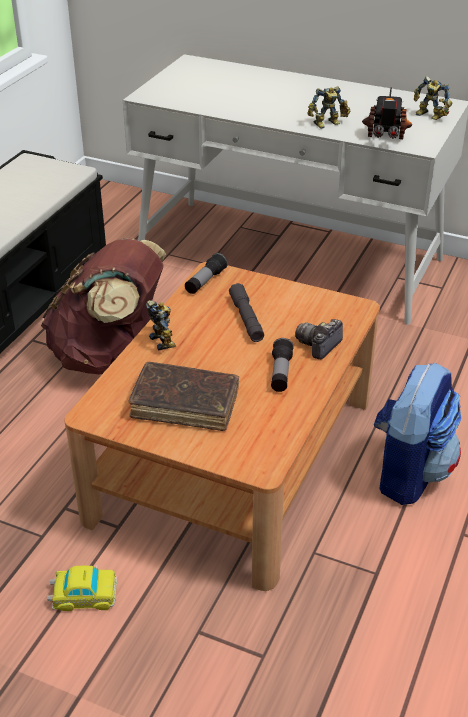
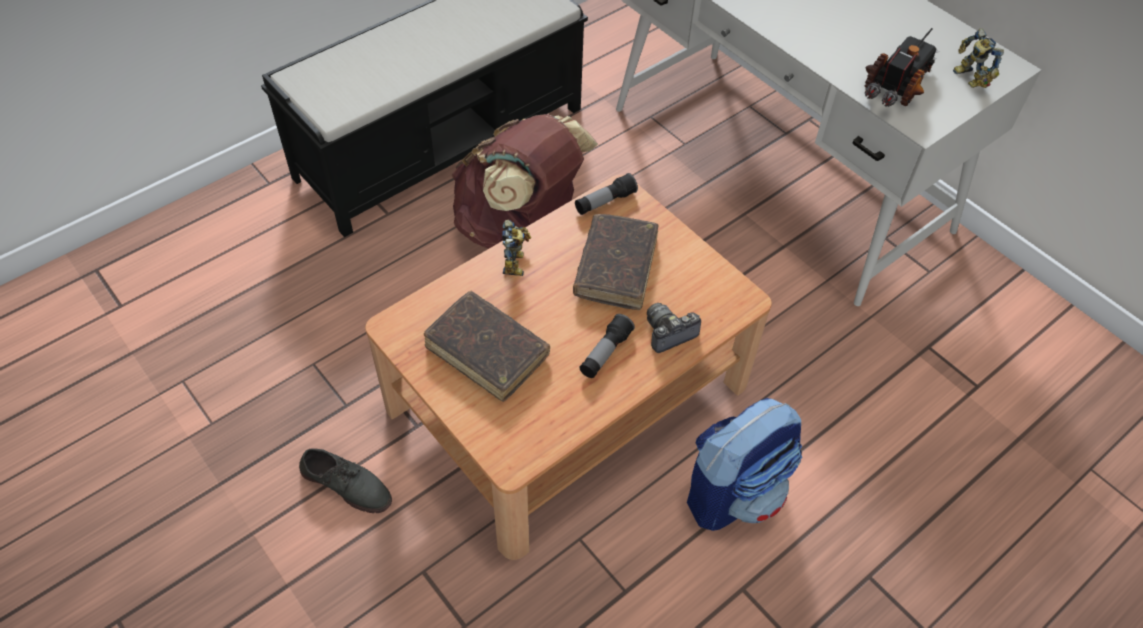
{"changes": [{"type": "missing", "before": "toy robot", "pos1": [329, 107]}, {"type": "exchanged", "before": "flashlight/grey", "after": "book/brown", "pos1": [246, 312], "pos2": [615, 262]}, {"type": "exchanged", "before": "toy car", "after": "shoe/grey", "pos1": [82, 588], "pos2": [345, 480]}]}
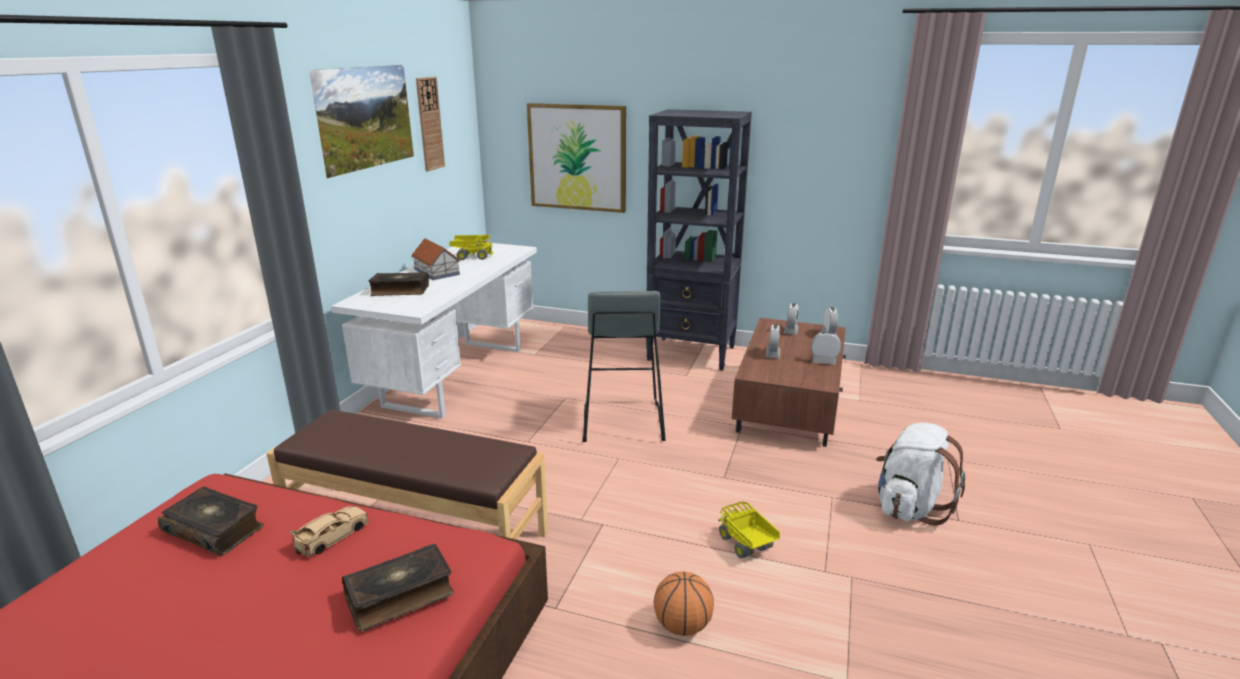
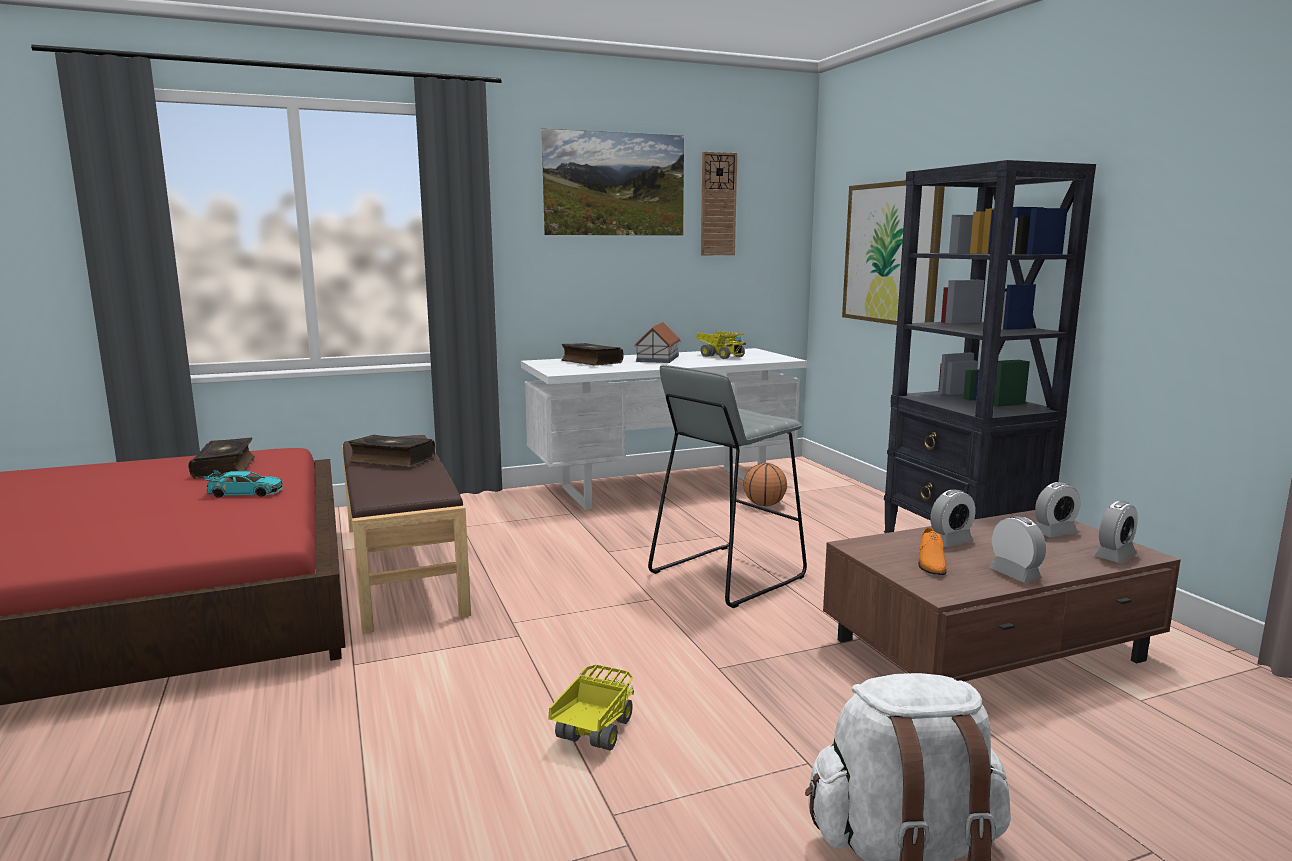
{"changes": [{"type": "colour", "before": "toy car/beige", "after": "toy car/turquoise", "pos1": [329, 531], "pos2": [243, 484]}, {"type": "relocated", "before": "book", "pos1": [398, 588], "pos2": [391, 451]}, {"type": "relocated", "before": "basketball", "pos1": [684, 603], "pos2": [765, 484]}, {"type": "appeared", "after": "shoe/orange", "pos2": [932, 551]}]}
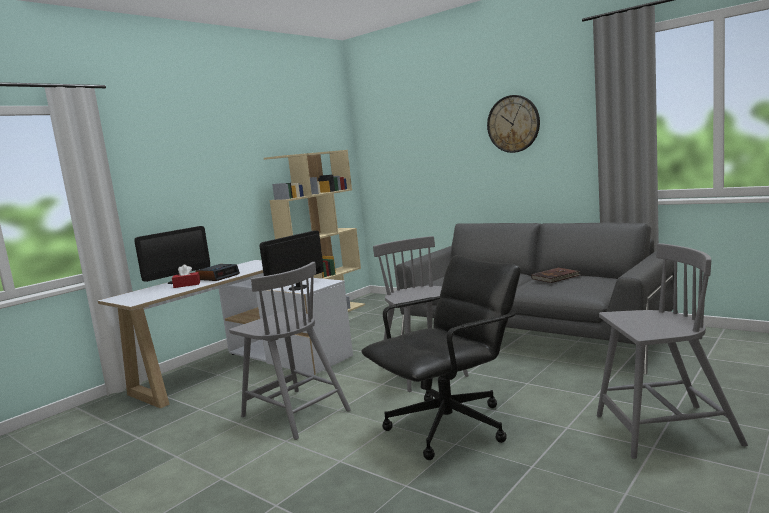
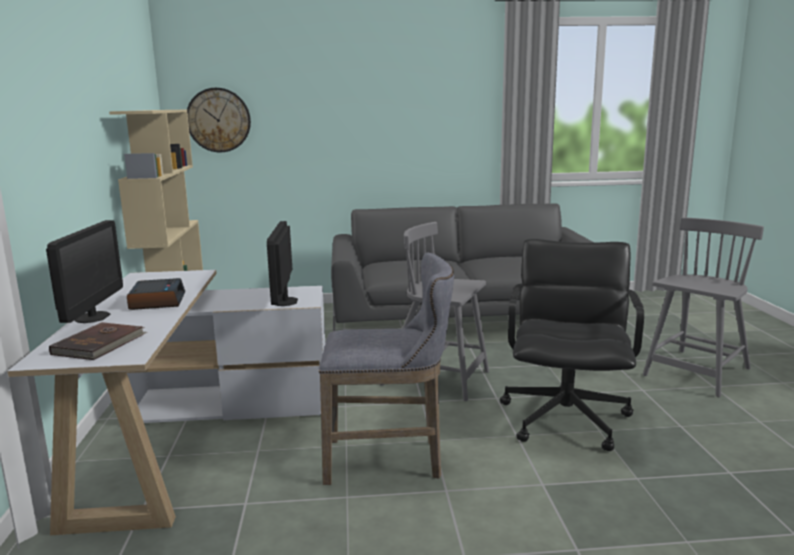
{"changes": [{"type": "relocated", "before": "wall clock", "pos1": [513, 124], "pos2": [219, 120]}, {"type": "exchanged", "before": "chair/grey", "after": "stool/grey", "pos1": [290, 351], "pos2": [386, 369]}, {"type": "missing", "before": "tissue box/red", "pos1": [186, 276]}, {"type": "relocated", "before": "book/brown", "pos1": [556, 275], "pos2": [98, 341]}]}
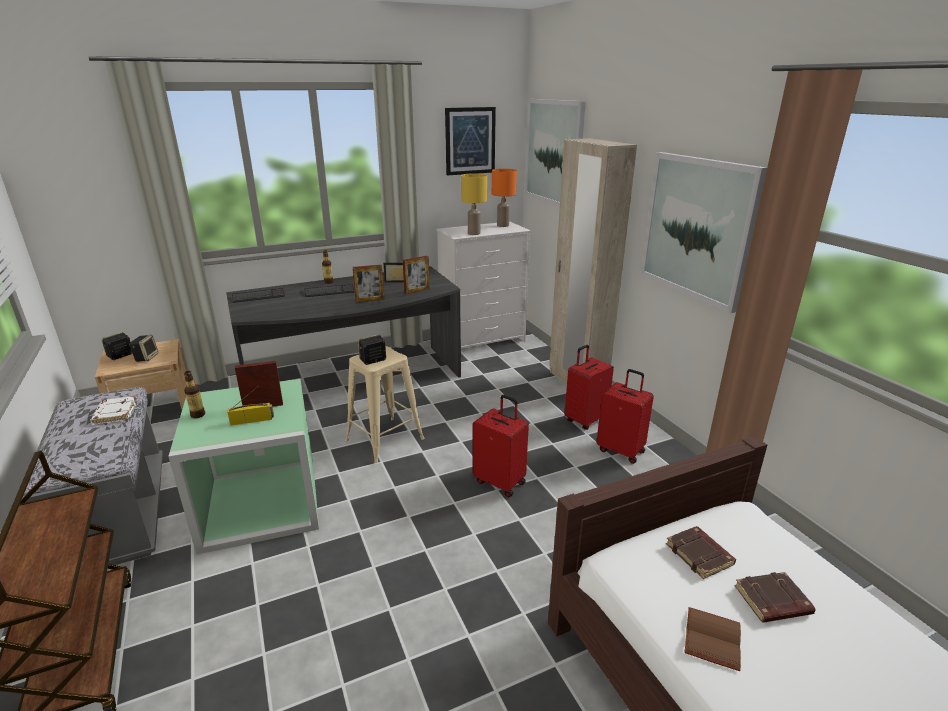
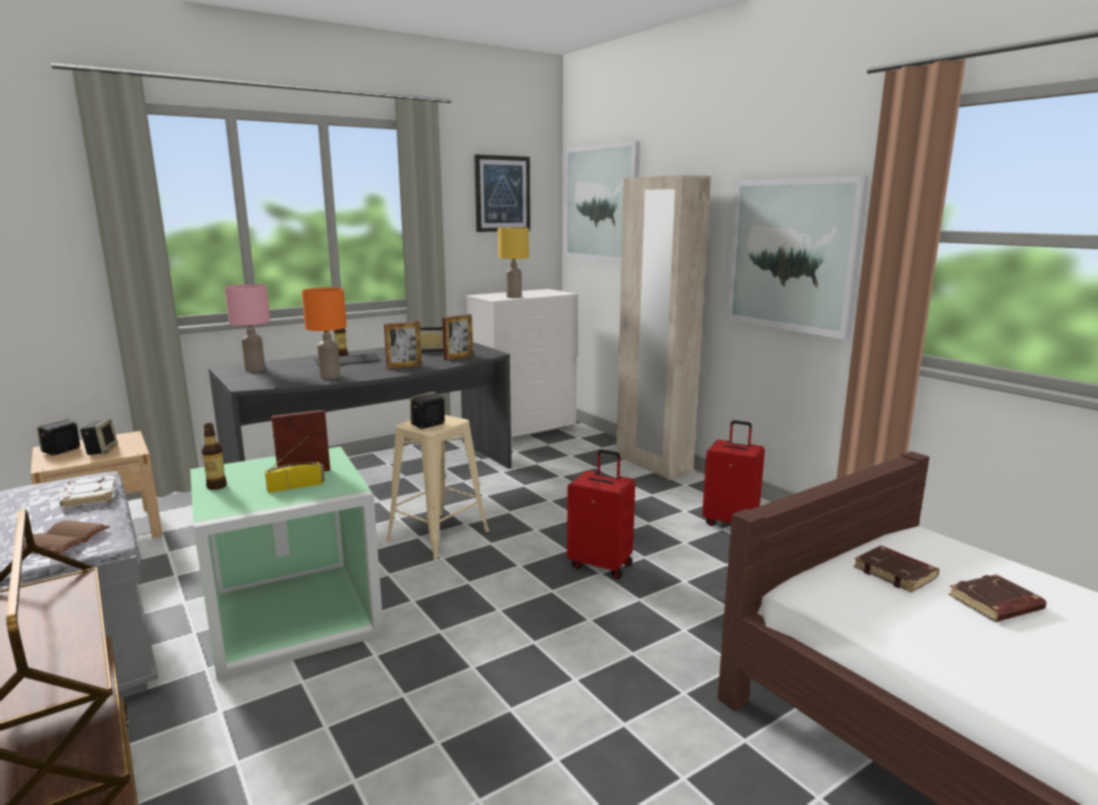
{"changes": [{"type": "relocated", "before": "table lamp/orange", "pos1": [504, 198], "pos2": [324, 333]}, {"type": "exchanged", "before": "keyboard", "after": "table lamp/pink", "pos1": [258, 295], "pos2": [247, 328]}, {"type": "missing", "before": "suitcase/red", "pos1": [589, 387]}, {"type": "relocated", "before": "book/brown", "pos1": [713, 639], "pos2": [66, 536]}]}
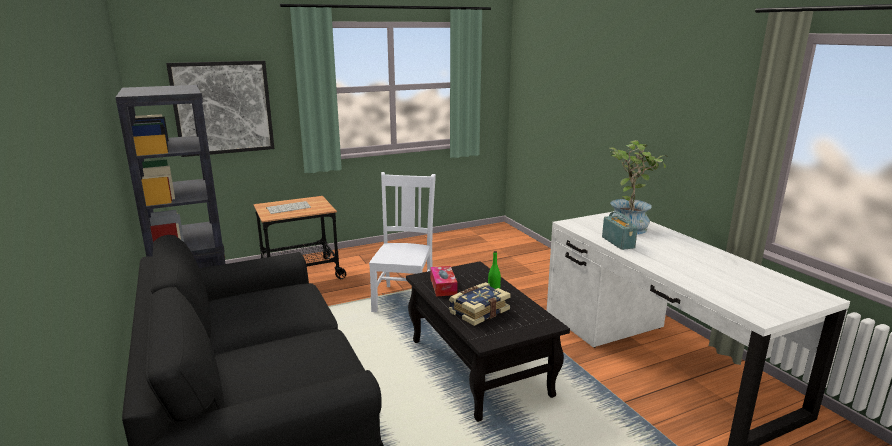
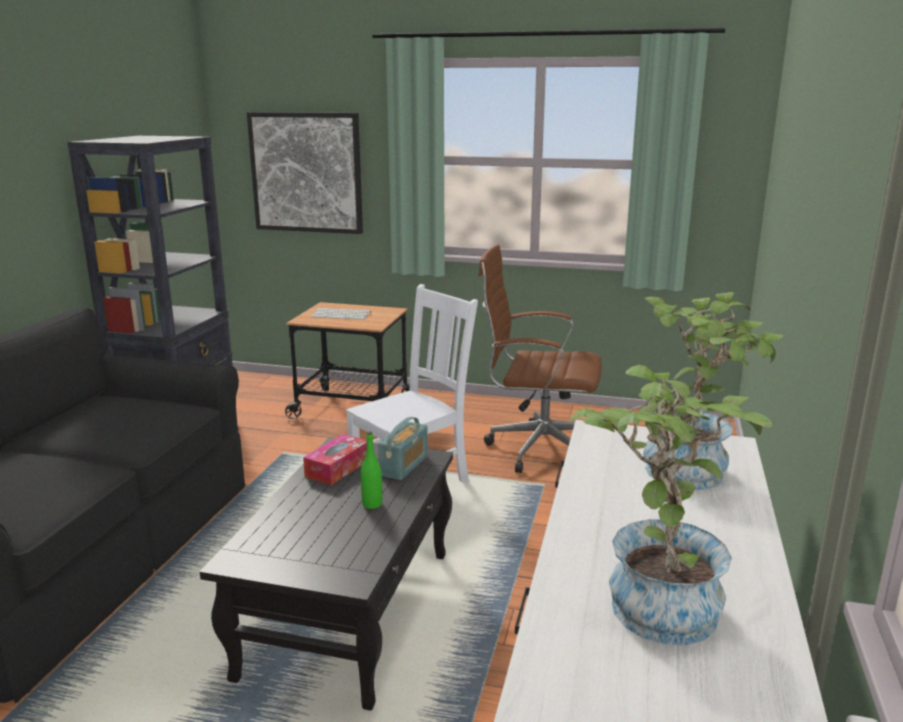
{"changes": [{"type": "relocated", "before": "radio", "pos1": [620, 231], "pos2": [403, 448]}, {"type": "missing", "before": "book", "pos1": [480, 304]}, {"type": "appeared", "after": "office chair/brown", "pos2": [539, 358]}, {"type": "appeared", "after": "potted plant", "pos2": [670, 505]}]}
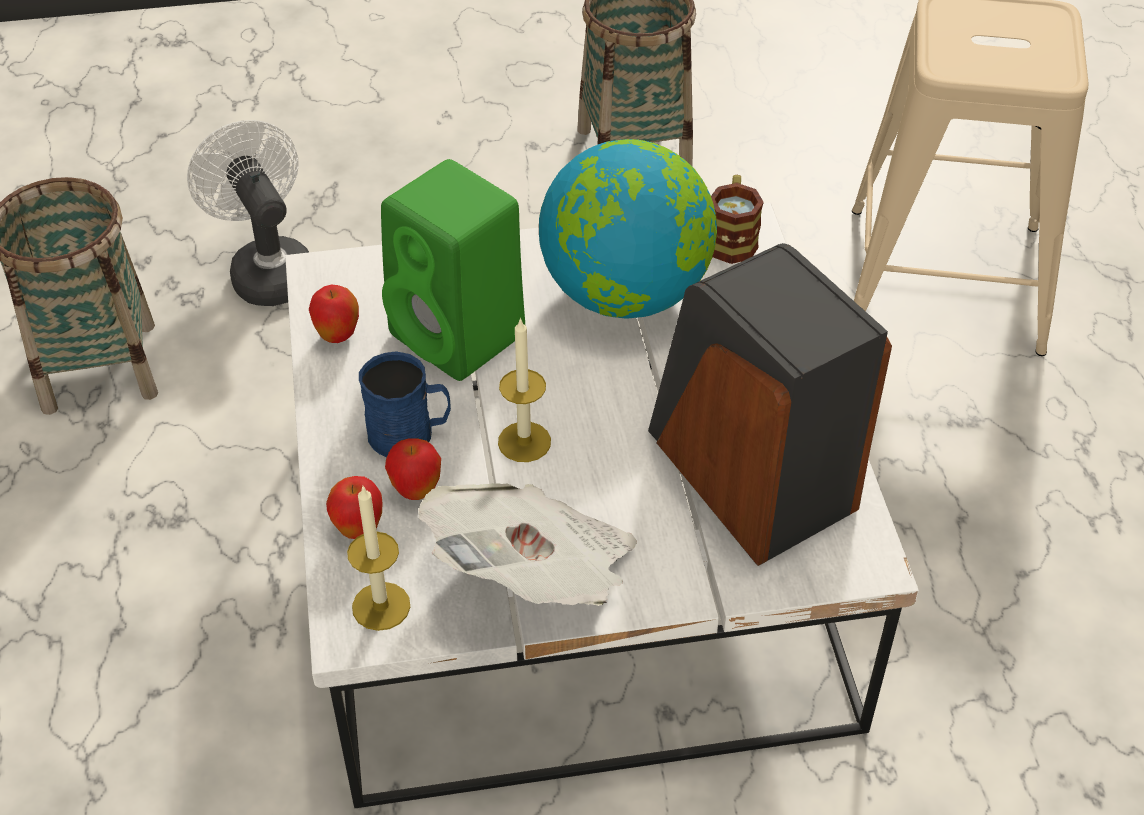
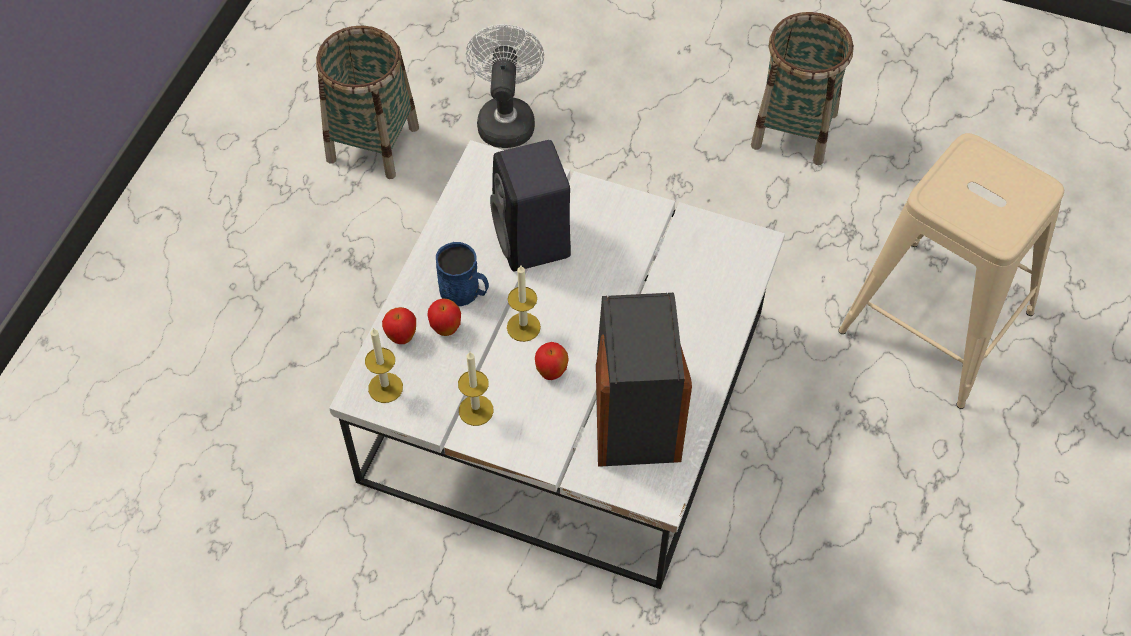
{"changes": [{"type": "missing", "before": "globe", "pos1": [628, 229]}, {"type": "colour", "before": "speaker/green", "after": "speaker/black", "pos1": [453, 270], "pos2": [530, 205]}, {"type": "missing", "before": "mug", "pos1": [737, 219]}, {"type": "relocated", "before": "apple", "pos1": [334, 314], "pos2": [552, 361]}, {"type": "exchanged", "before": "newspaper", "after": "candle", "pos1": [527, 544], "pos2": [476, 389]}]}
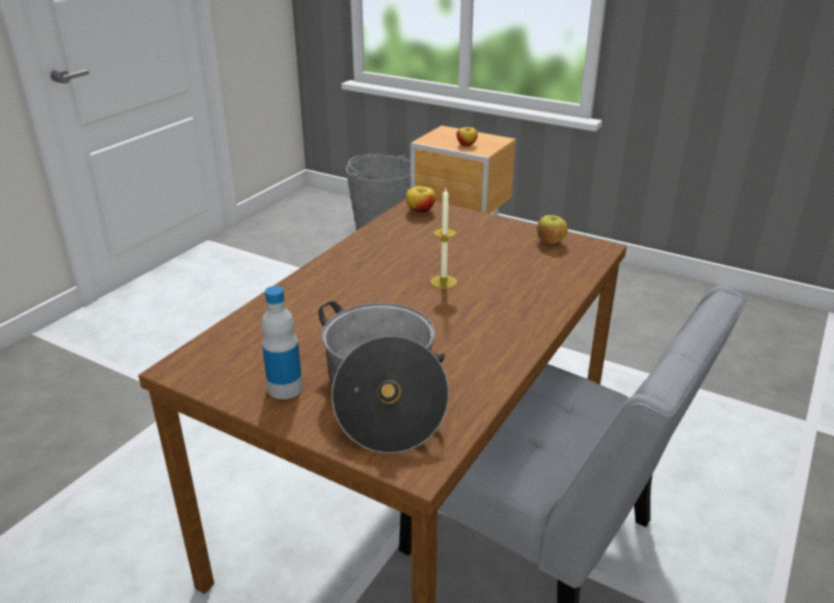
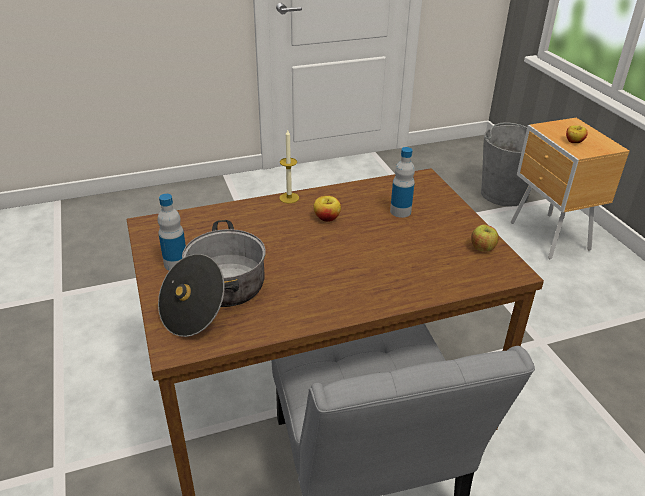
{"changes": [{"type": "relocated", "before": "apple", "pos1": [421, 199], "pos2": [327, 209]}, {"type": "relocated", "before": "candle", "pos1": [443, 238], "pos2": [289, 166]}, {"type": "appeared", "after": "bottle", "pos2": [402, 182]}]}
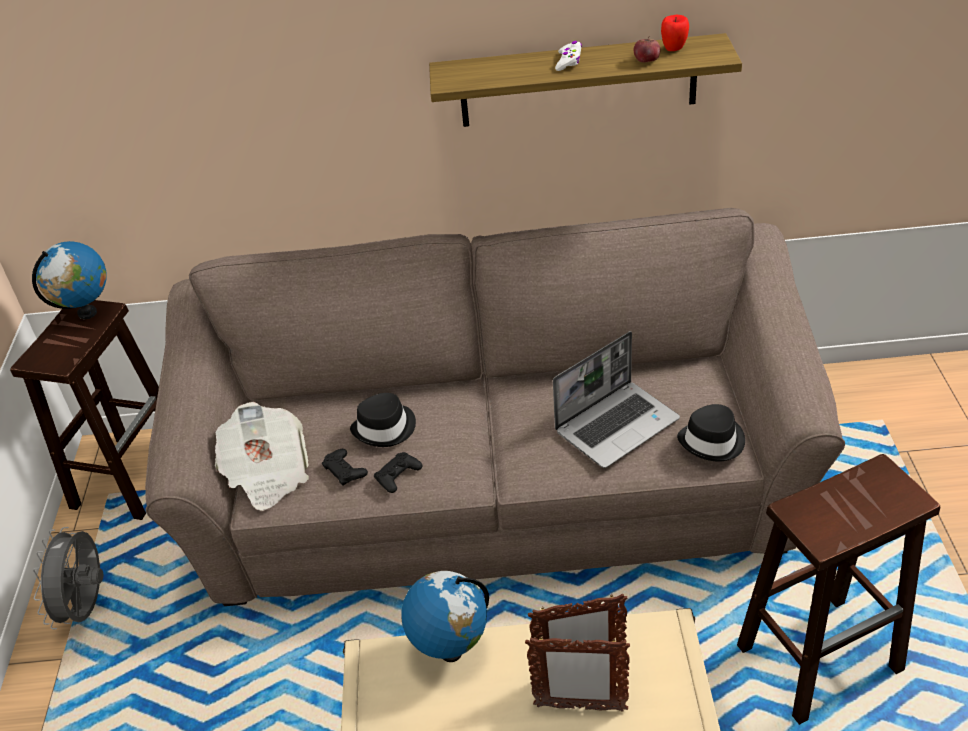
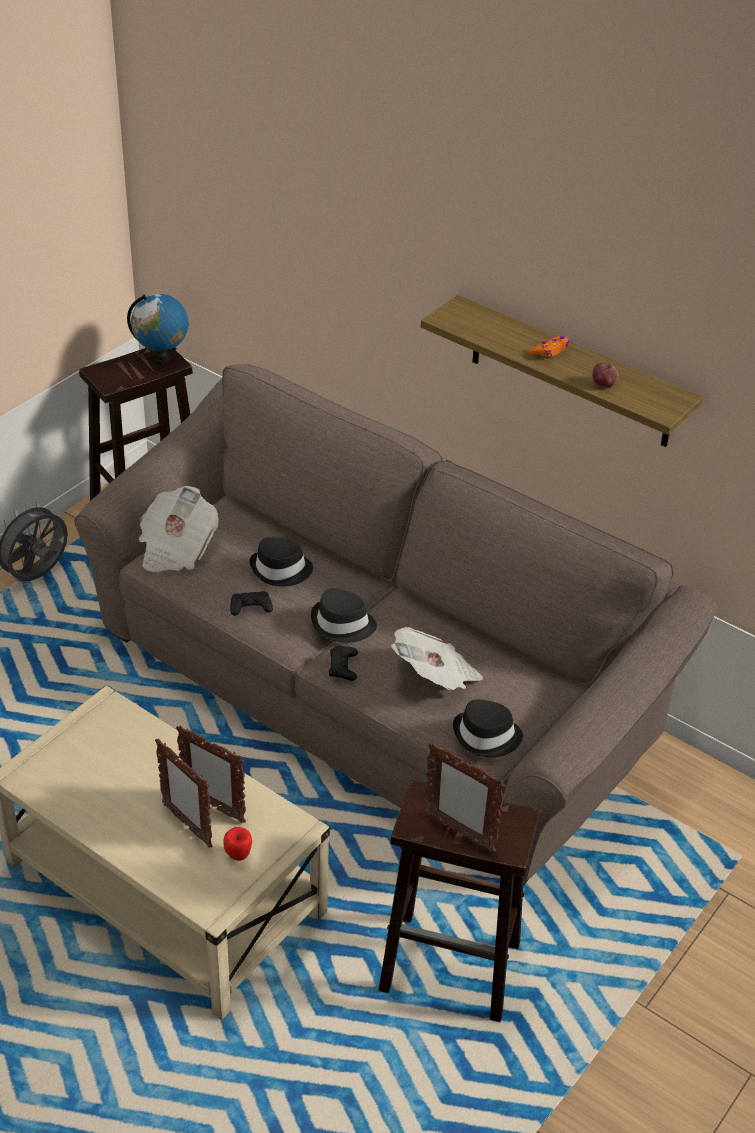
{"changes": [{"type": "relocated", "before": "apple", "pos1": [675, 33], "pos2": [237, 844]}, {"type": "colour", "before": "game controller/white", "after": "game controller/orange", "pos1": [568, 56], "pos2": [548, 346]}, {"type": "exchanged", "before": "laptop", "after": "newspaper", "pos1": [616, 399], "pos2": [437, 659]}, {"type": "relocated", "before": "game controller/black", "pos1": [345, 467], "pos2": [343, 663]}, {"type": "missing", "before": "globe", "pos1": [445, 616]}, {"type": "appeared", "after": "hat/black", "pos2": [344, 615]}, {"type": "appeared", "after": "picture frame", "pos2": [465, 797]}]}
